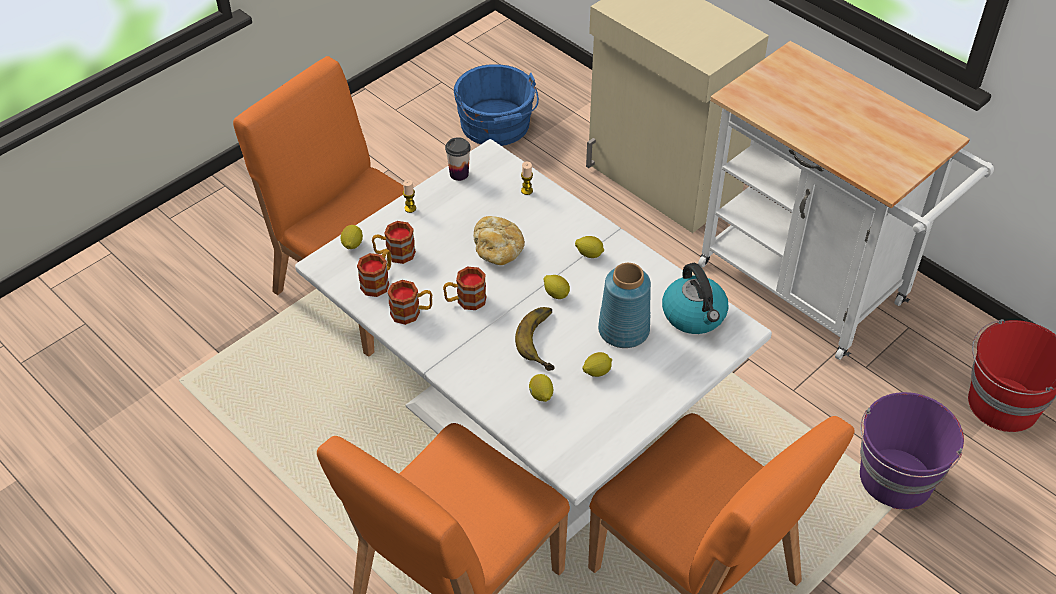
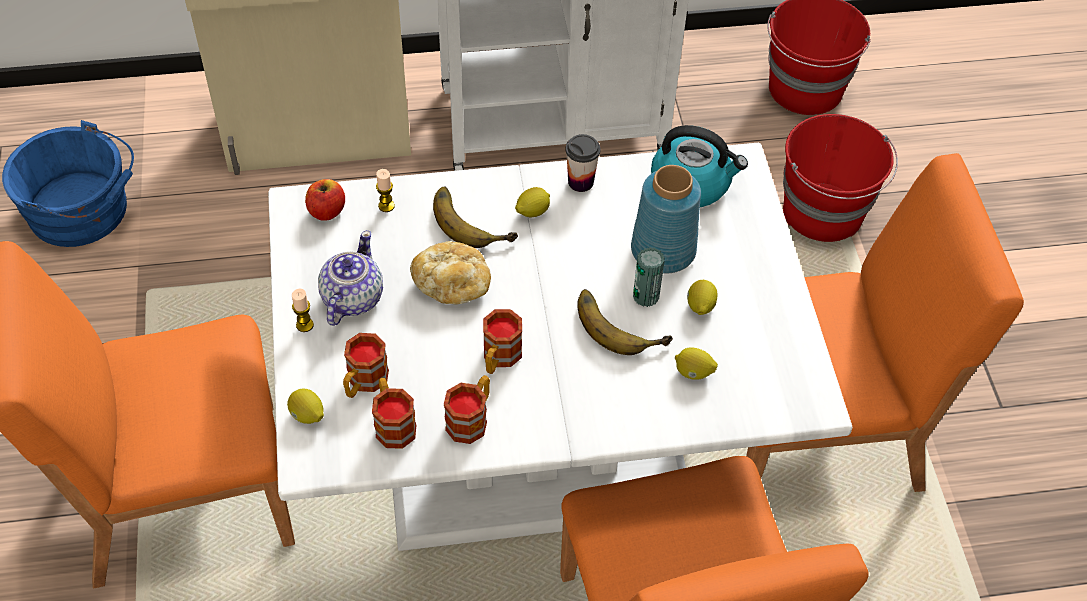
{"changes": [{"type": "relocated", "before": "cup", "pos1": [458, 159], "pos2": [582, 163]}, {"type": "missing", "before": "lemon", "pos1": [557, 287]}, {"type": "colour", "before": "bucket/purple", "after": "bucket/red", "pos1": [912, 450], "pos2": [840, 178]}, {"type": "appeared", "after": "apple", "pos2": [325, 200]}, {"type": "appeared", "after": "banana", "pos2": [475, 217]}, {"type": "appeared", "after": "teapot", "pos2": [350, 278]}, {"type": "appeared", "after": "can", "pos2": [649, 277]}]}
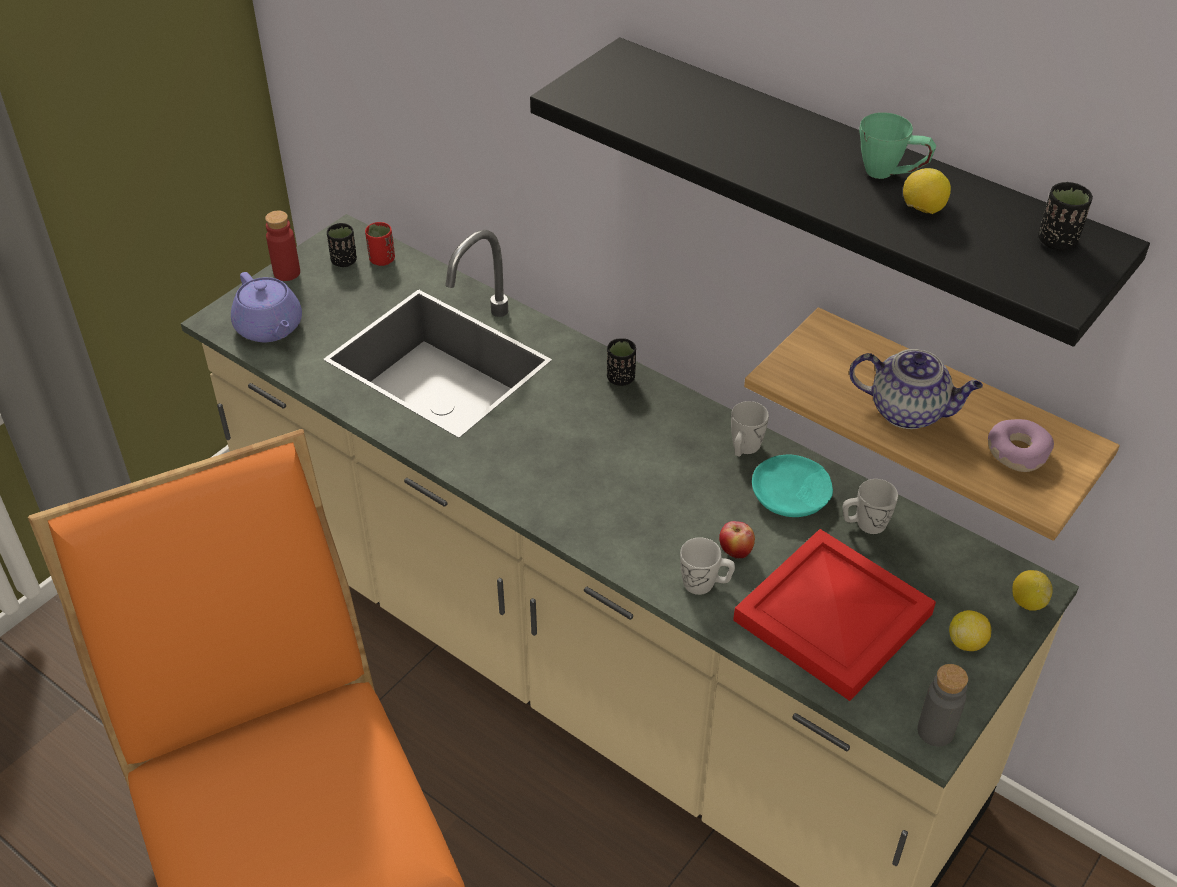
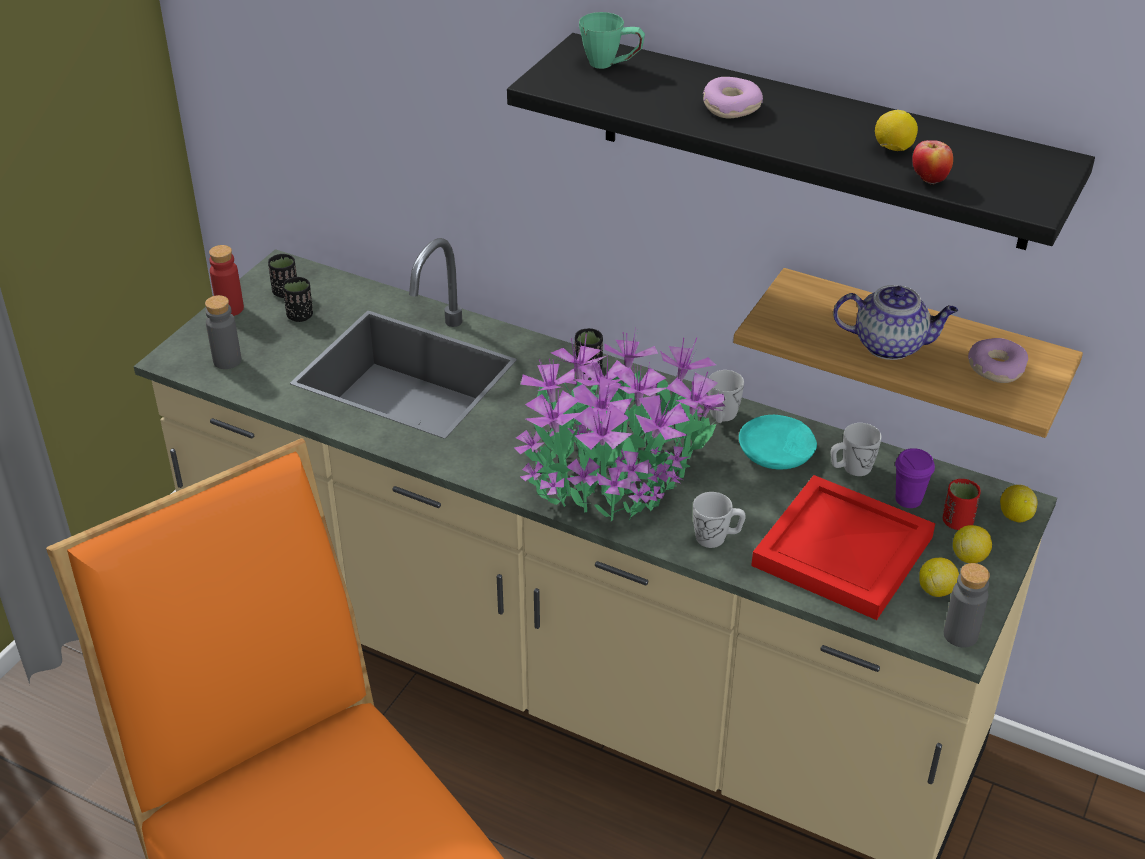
{"changes": [{"type": "relocated", "before": "mug/green", "pos1": [897, 145], "pos2": [612, 40]}, {"type": "relocated", "before": "cup/black", "pos1": [1065, 216], "pos2": [298, 299]}, {"type": "relocated", "before": "cup/red", "pos1": [380, 244], "pos2": [962, 504]}, {"type": "exchanged", "before": "teapot/purple", "after": "bottle/grey", "pos1": [266, 307], "pos2": [223, 332]}, {"type": "relocated", "before": "apple", "pos1": [737, 540], "pos2": [932, 163]}, {"type": "appeared", "after": "donut", "pos2": [733, 97]}, {"type": "appeared", "after": "potted plant", "pos2": [619, 424]}, {"type": "appeared", "after": "cup/purple", "pos2": [915, 478]}, {"type": "appeared", "after": "lemon", "pos2": [939, 577]}]}
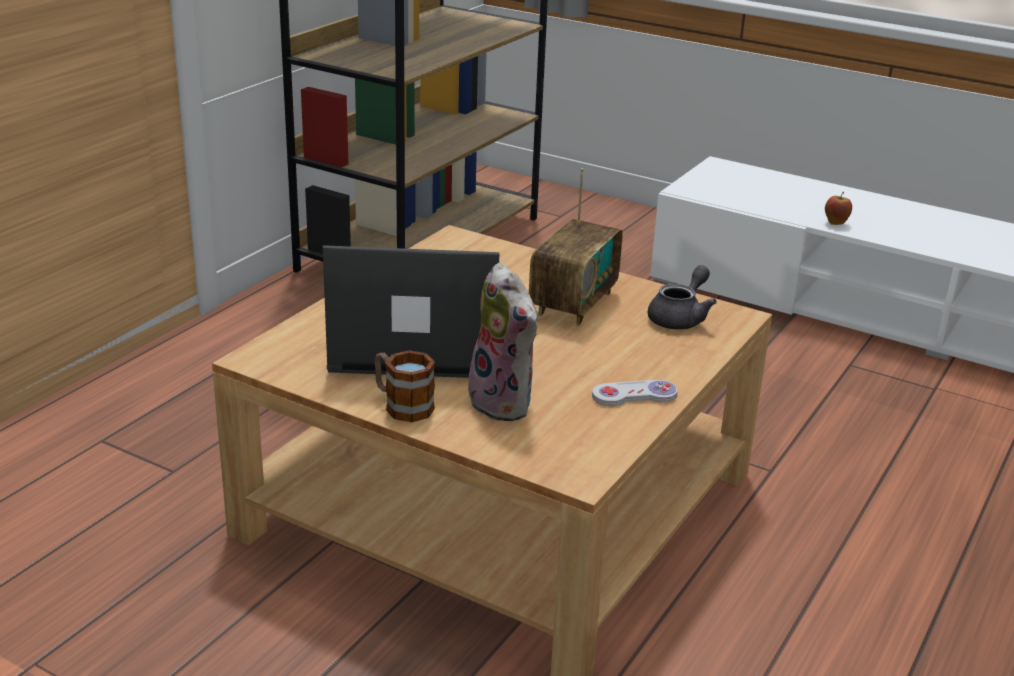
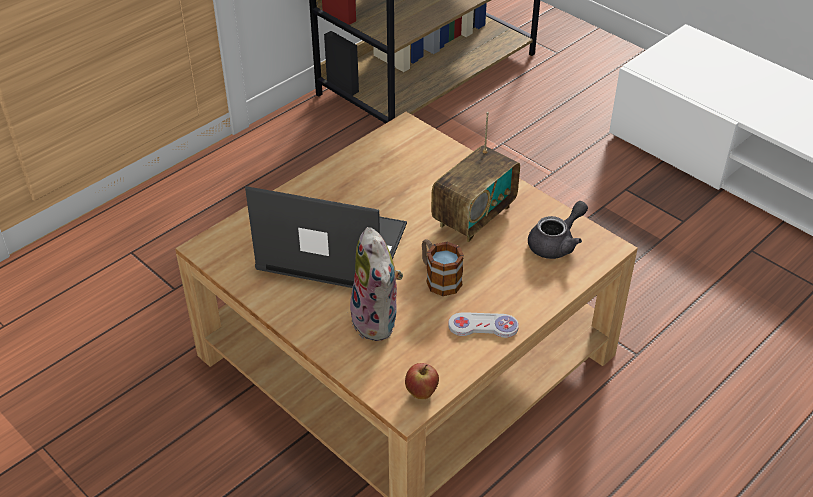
{"changes": [{"type": "relocated", "before": "apple", "pos1": [838, 208], "pos2": [422, 381]}, {"type": "relocated", "before": "mug", "pos1": [404, 386], "pos2": [443, 267]}]}
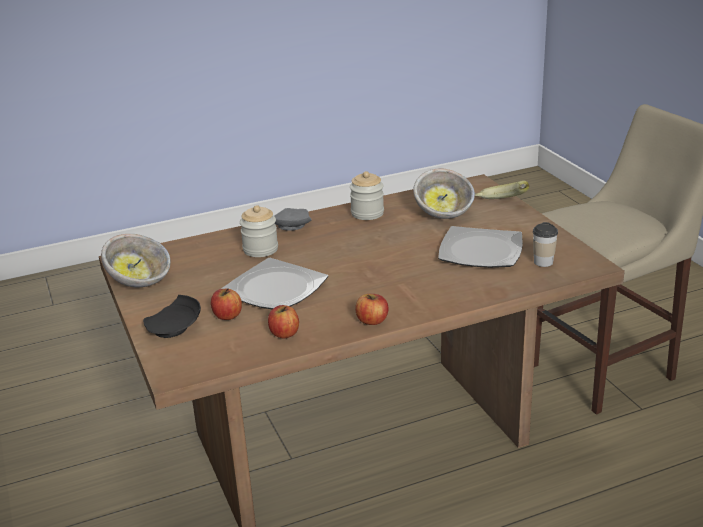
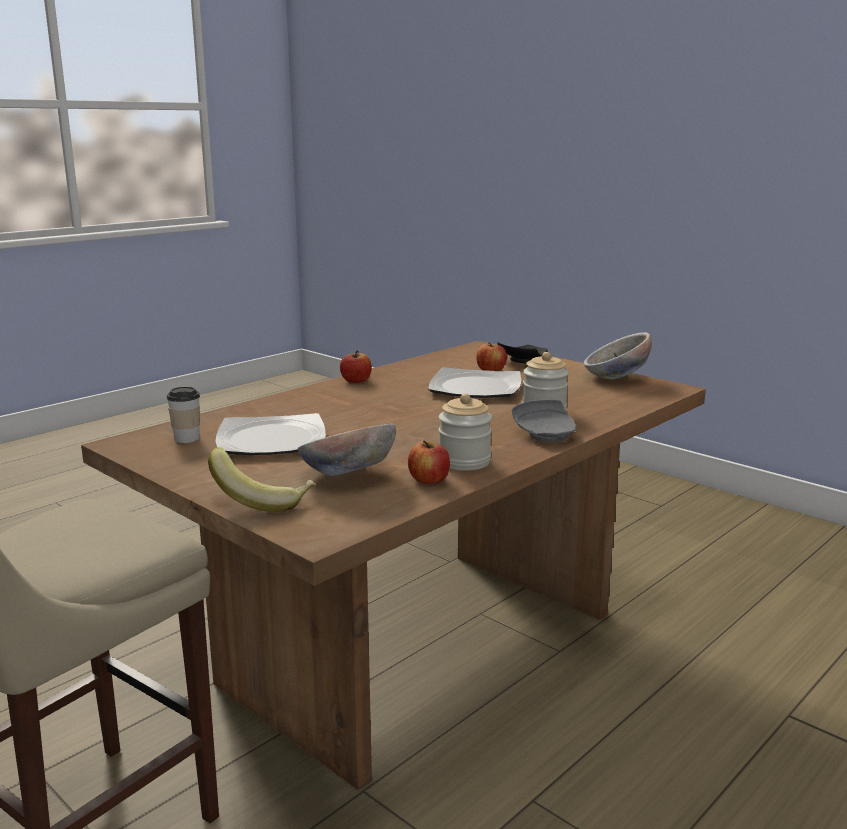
{"changes": [{"type": "relocated", "before": "apple", "pos1": [283, 322], "pos2": [429, 462]}]}
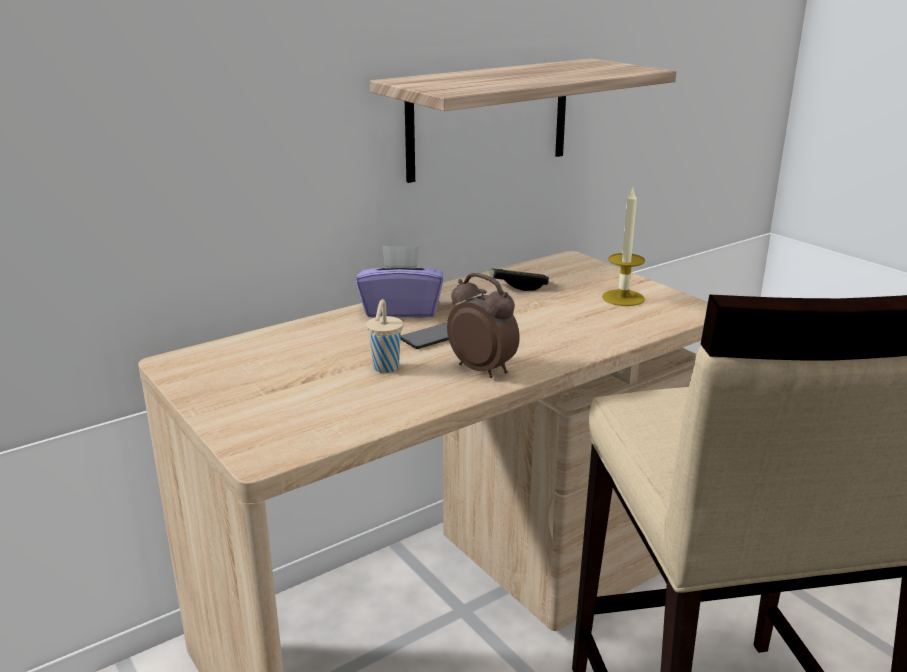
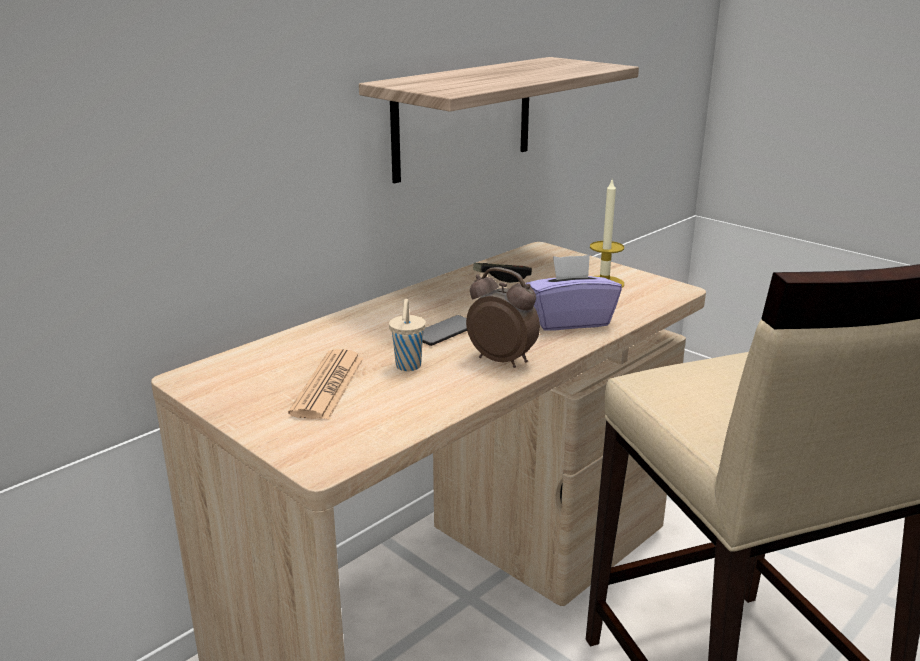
{"changes": [{"type": "relocated", "before": "tissue box/purple", "pos1": [399, 282], "pos2": [573, 293]}, {"type": "appeared", "after": "newspaper", "pos2": [326, 384]}]}
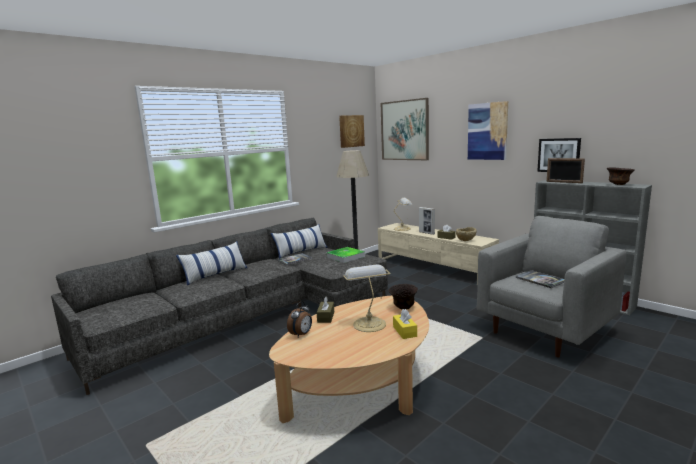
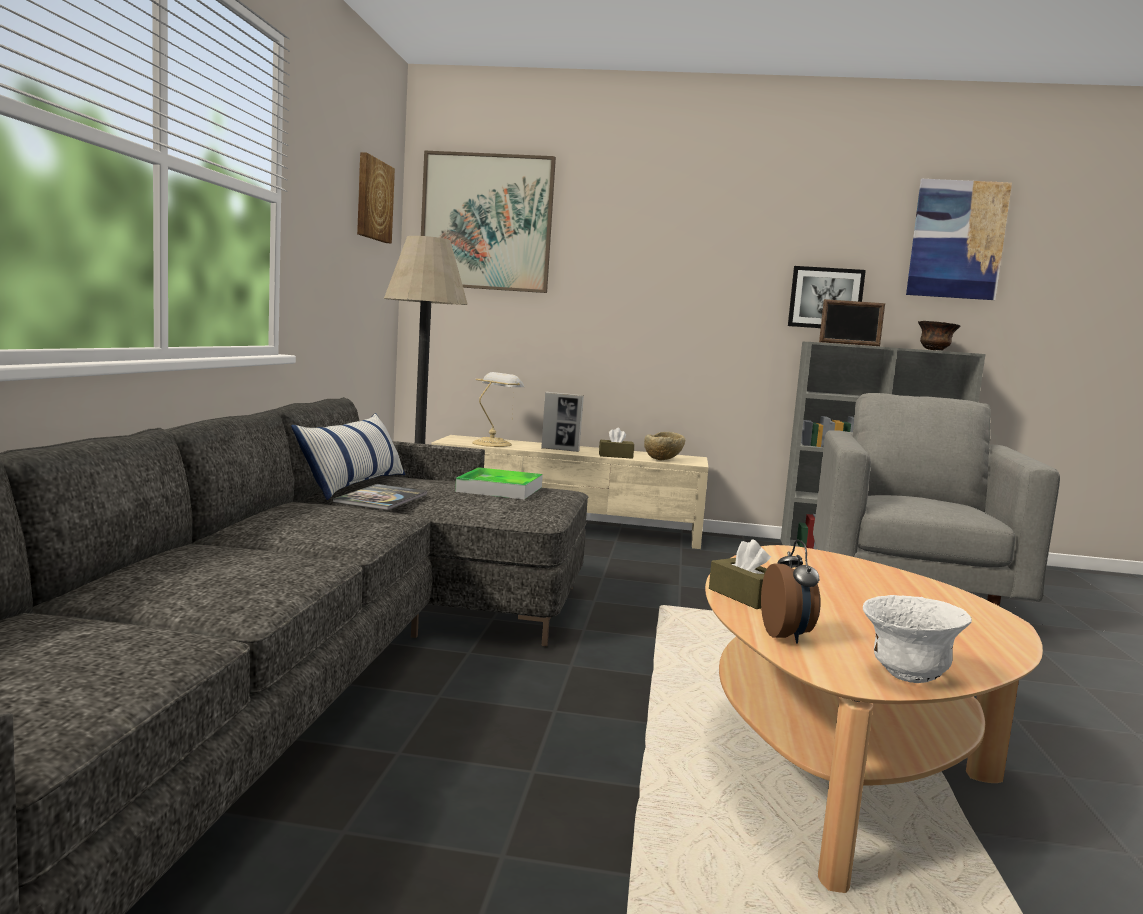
{"changes": [{"type": "relocated", "before": "picture", "pos1": [488, 130], "pos2": [959, 239]}, {"type": "missing", "before": "pillow", "pos1": [211, 263]}, {"type": "missing", "before": "table lamp", "pos1": [367, 298]}, {"type": "missing", "before": "book", "pos1": [540, 279]}, {"type": "missing", "before": "bowl/brown", "pos1": [403, 297]}, {"type": "missing", "before": "tissue box/yellow", "pos1": [405, 324]}, {"type": "appeared", "after": "bowl/white", "pos2": [917, 639]}]}
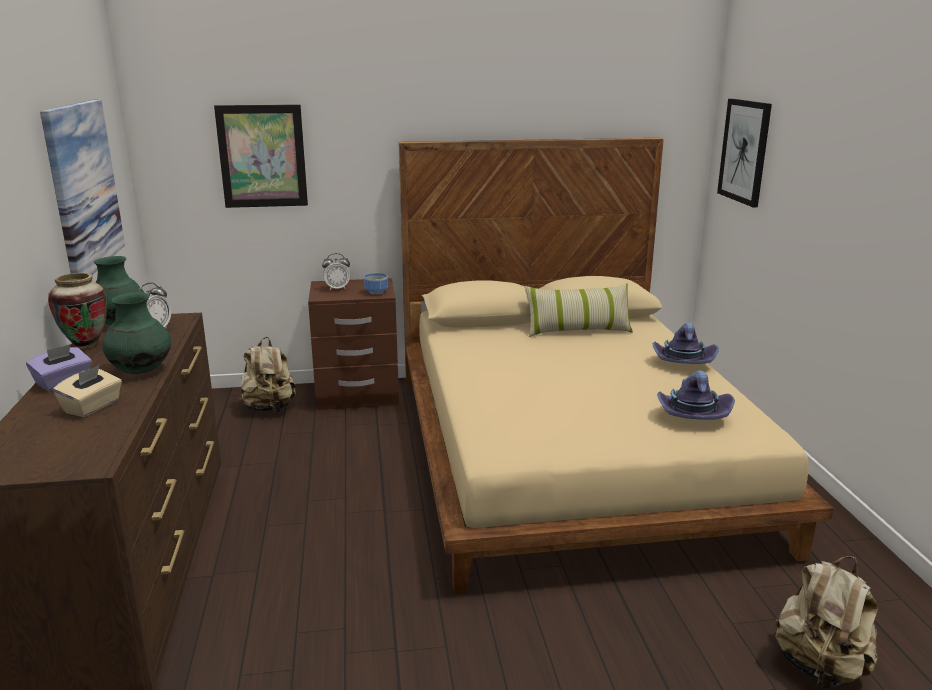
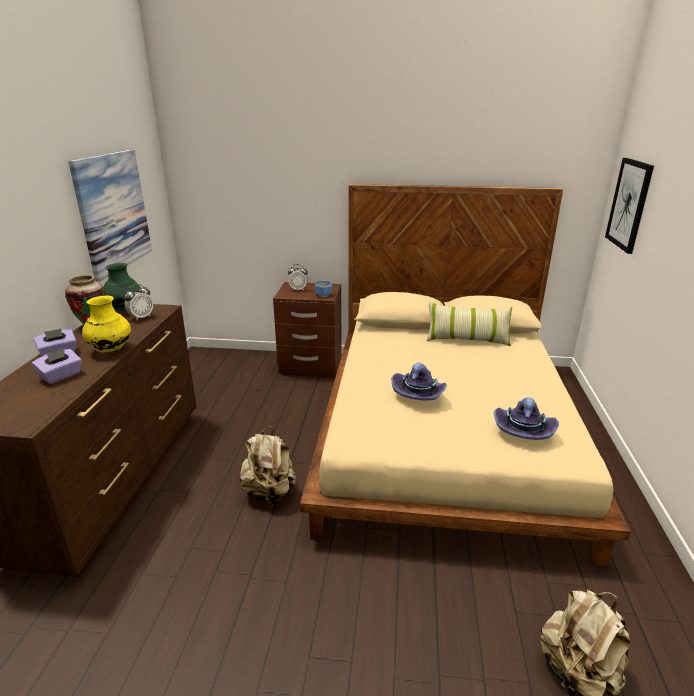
{"changes": [{"type": "missing", "before": "picture", "pos1": [261, 156]}, {"type": "colour", "before": "vase/green", "after": "vase/yellow", "pos1": [136, 333], "pos2": [106, 324]}, {"type": "relocated", "before": "hat/purple", "pos1": [686, 343], "pos2": [419, 381]}, {"type": "relocated", "before": "backpack/beige", "pos1": [267, 375], "pos2": [267, 465]}, {"type": "colour", "before": "tissue box/beige", "after": "tissue box/purple", "pos1": [87, 391], "pos2": [57, 366]}]}
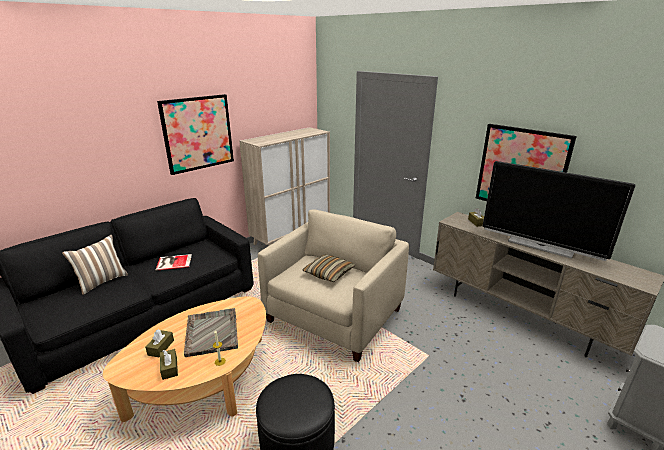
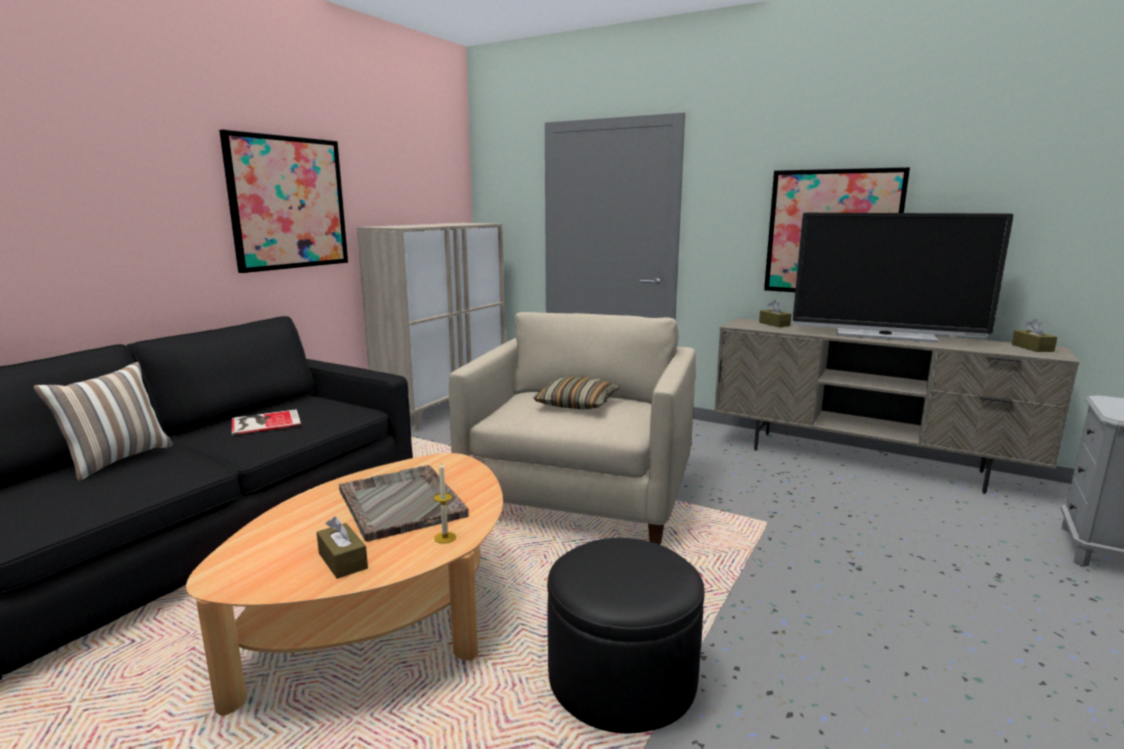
{"changes": [{"type": "relocated", "before": "tissue box/brown", "pos1": [159, 343], "pos2": [1034, 335]}]}
